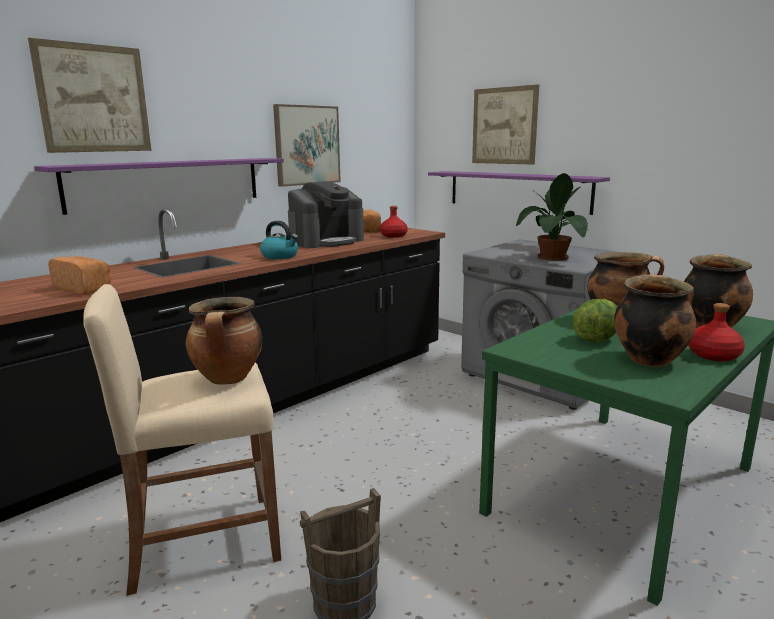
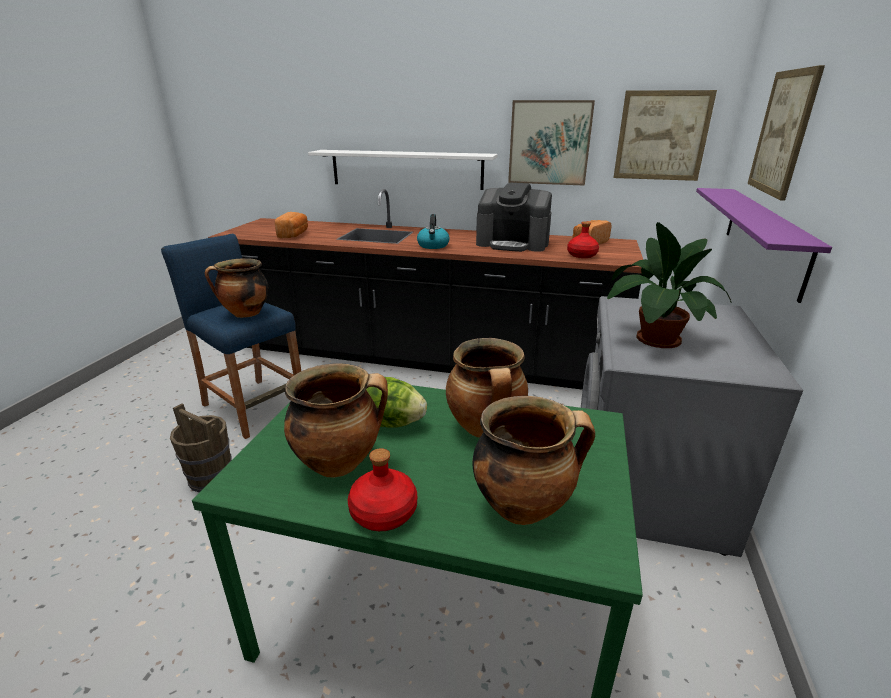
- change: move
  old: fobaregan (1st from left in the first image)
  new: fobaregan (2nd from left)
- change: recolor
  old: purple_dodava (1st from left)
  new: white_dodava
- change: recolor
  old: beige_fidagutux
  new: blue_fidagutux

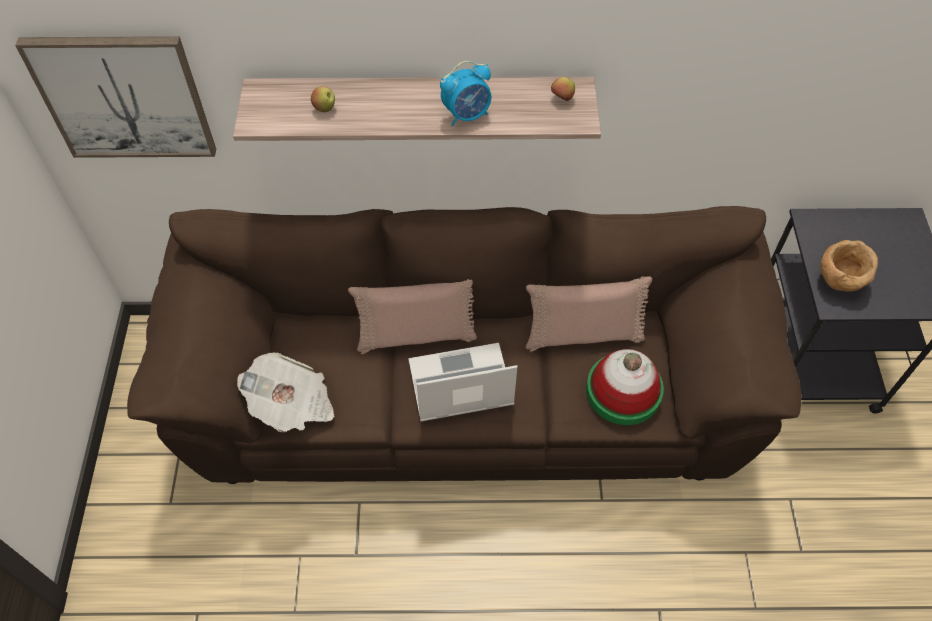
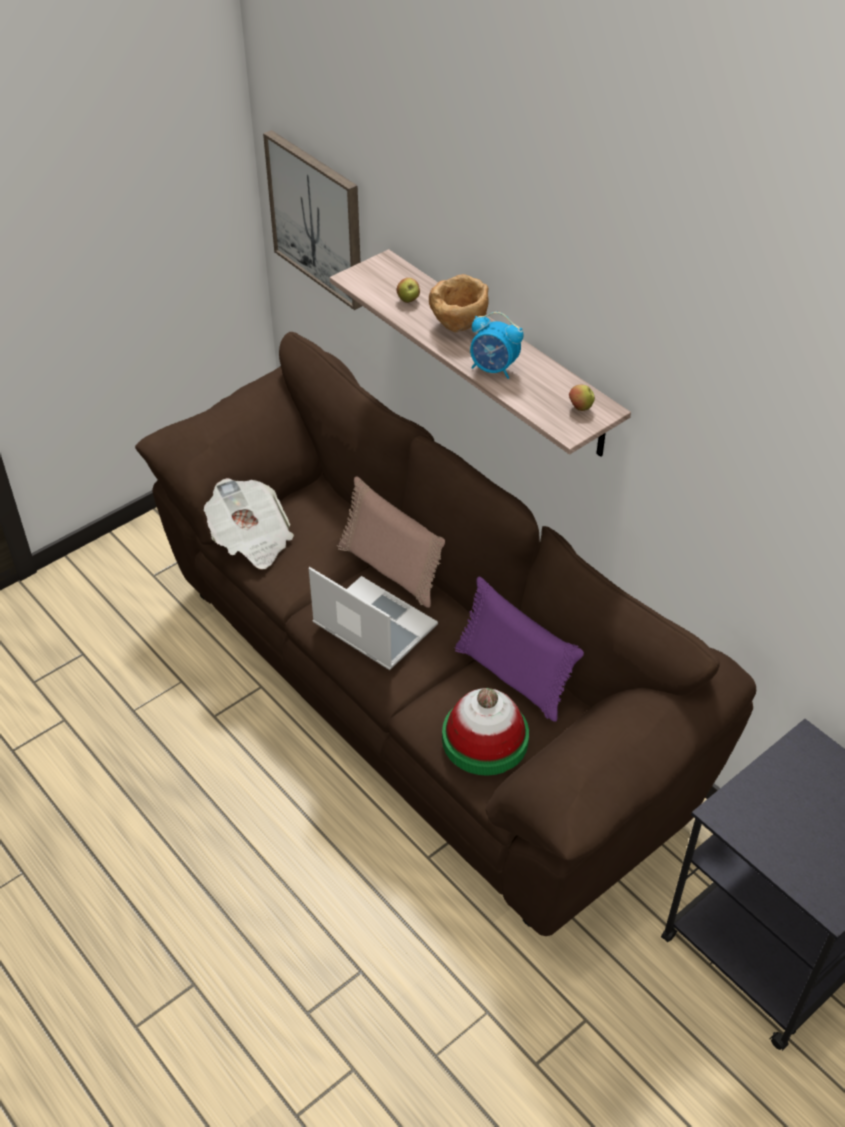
- change: recolor
  old: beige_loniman (2nd from left)
  new: purple_loniman
- change: move
  old: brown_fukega

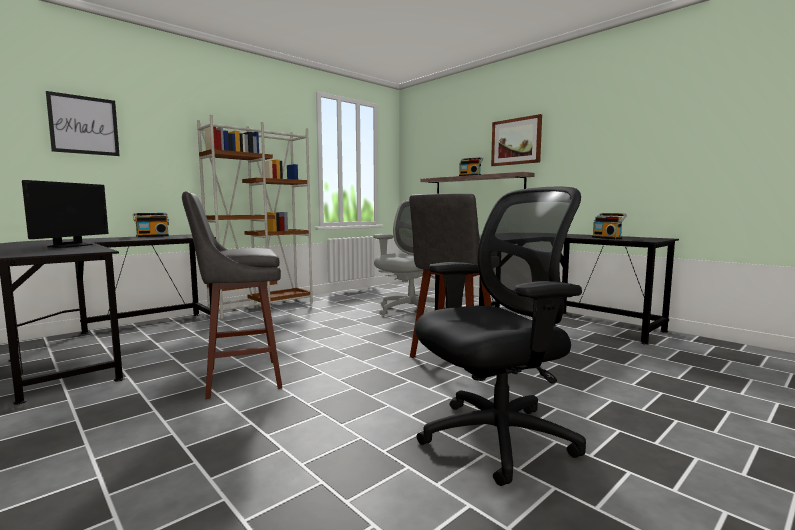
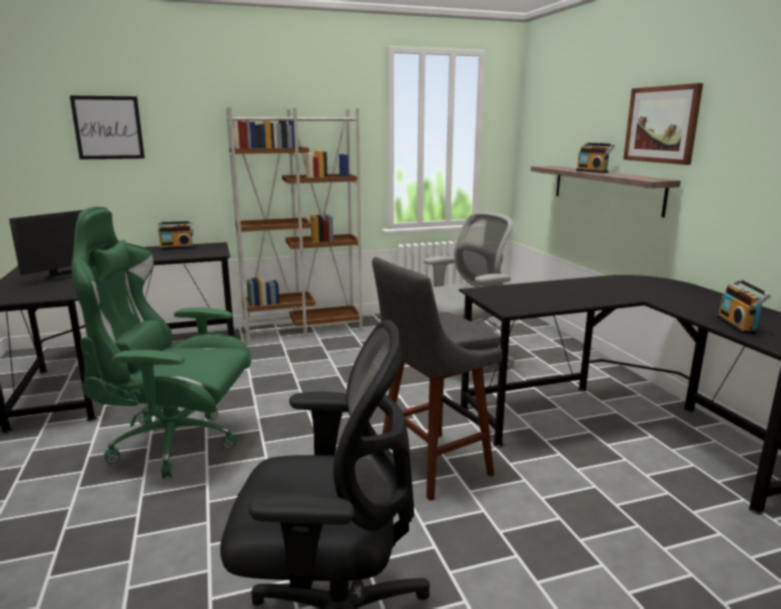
- change: replace
  old: grey_fidagutux (1st from left)
  new: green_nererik

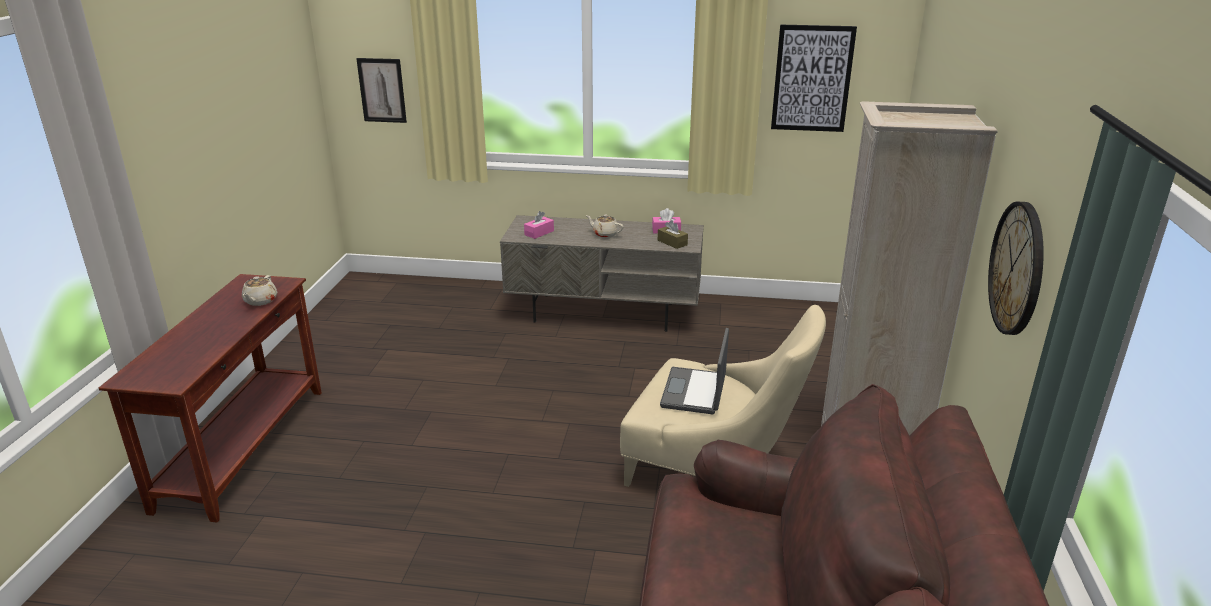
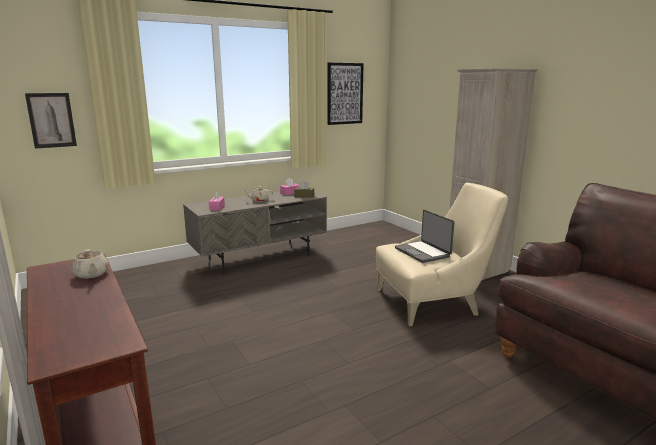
- change: delete
  old: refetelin

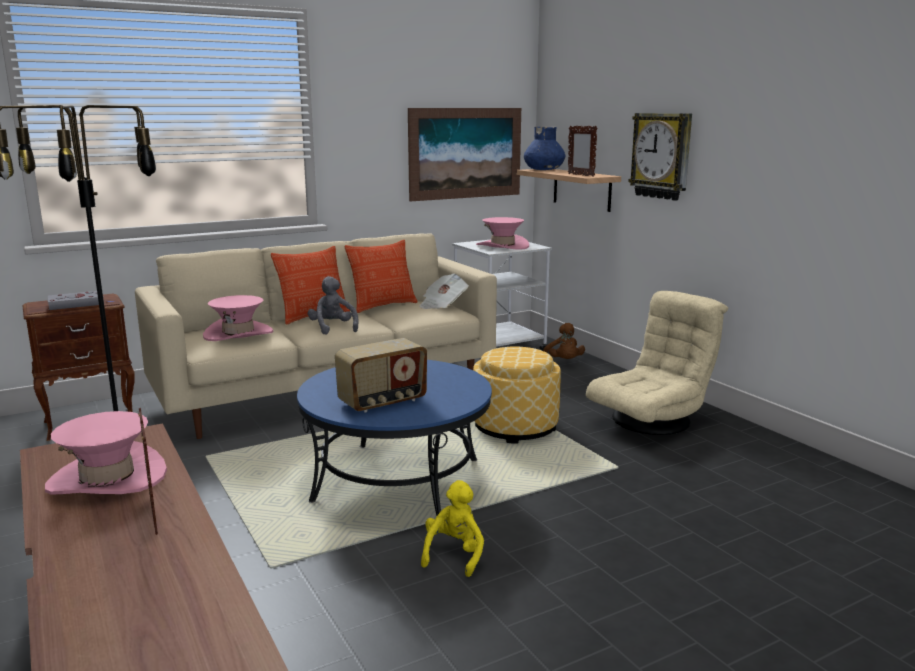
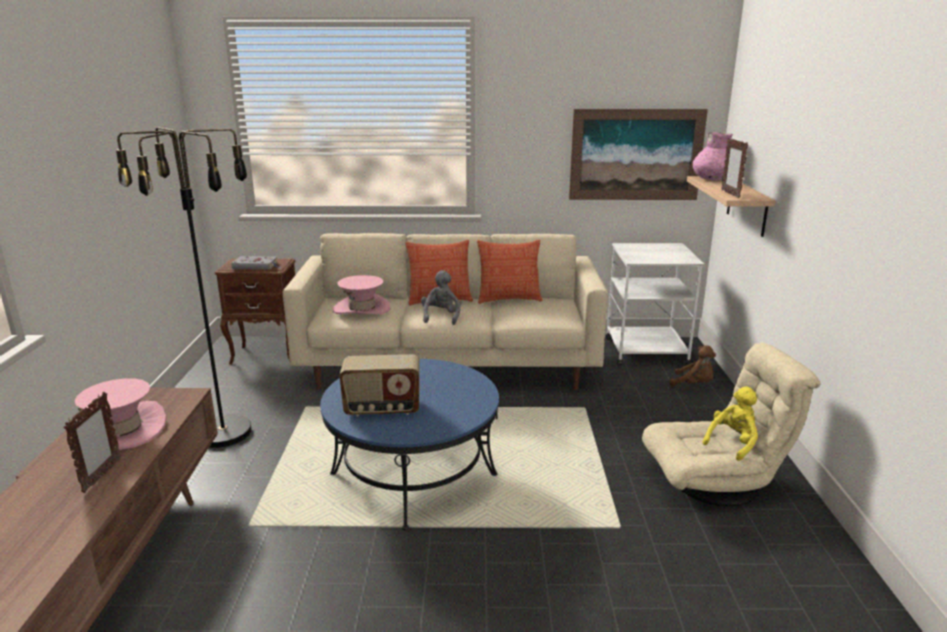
- change: delete
  old: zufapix
- change: move
  old: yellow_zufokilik
- change: delete
  old: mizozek
- change: delete
  old: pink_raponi (3rd from left)
- change: recolor
  old: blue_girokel
  new: pink_girokel
- change: rotate
  old: brown_zufokilik
  degrees: -75
- change: delete
  old: refetelin

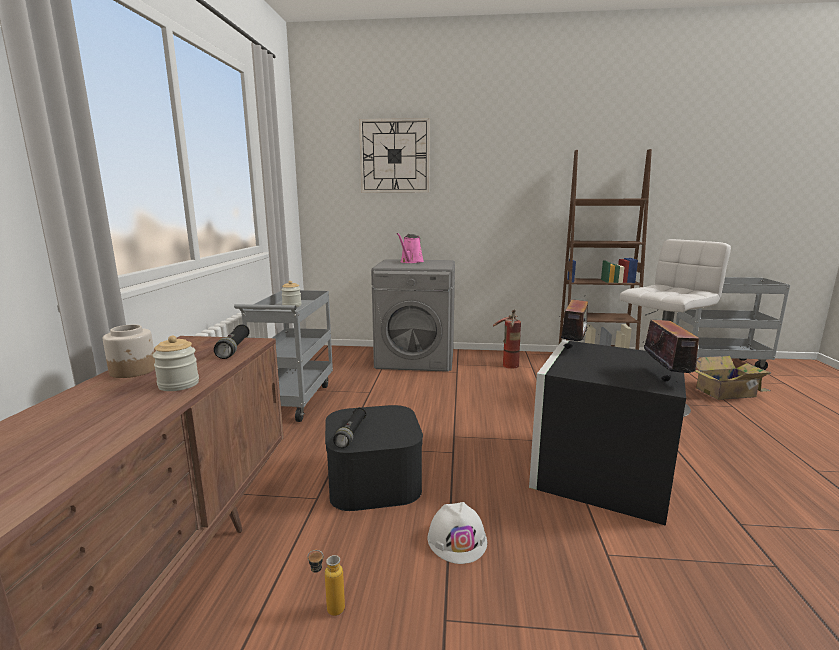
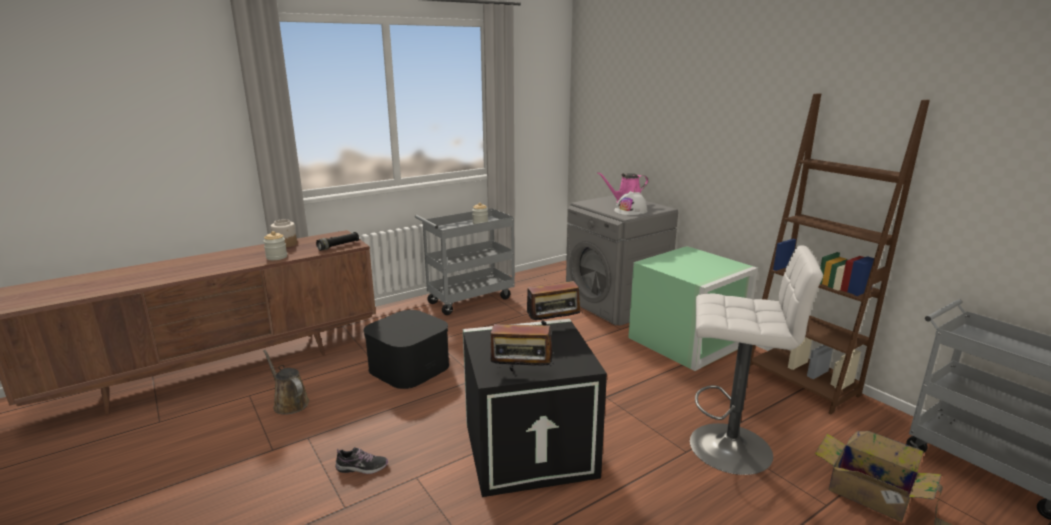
- change: replace
  old: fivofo
  new: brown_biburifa
- change: delete
  old: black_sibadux (2nd from left)
- change: delete
  old: refetelin
- change: move
  old: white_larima
- change: replace
  old: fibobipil
  new: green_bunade
- change: rotate
  old: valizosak (2nd from left in the first image)
  degrees: 45
- change: insert
  new: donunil

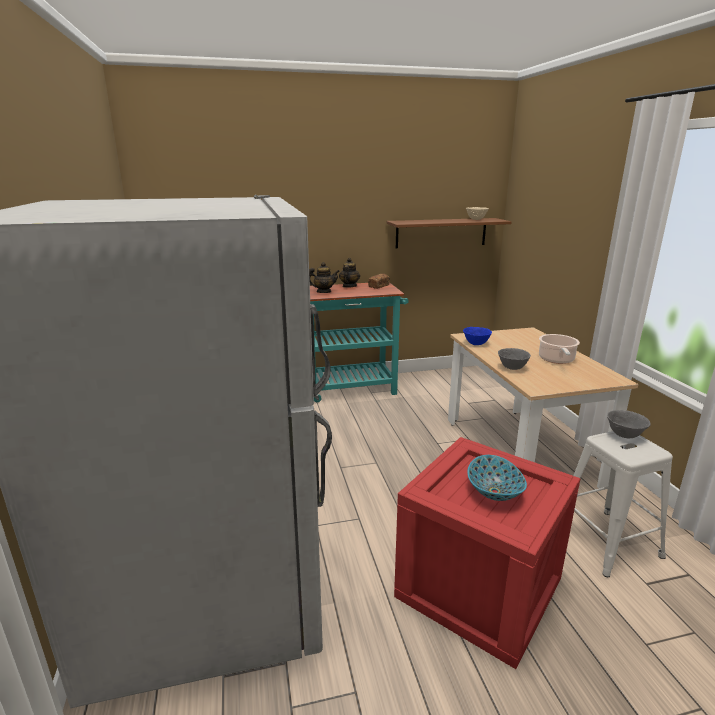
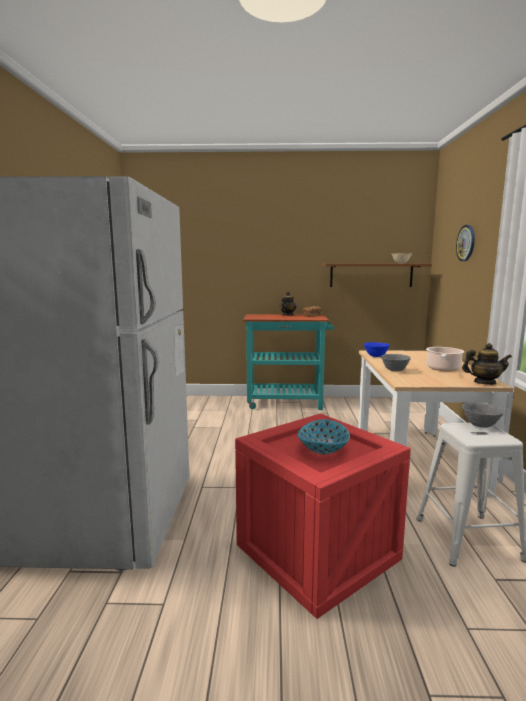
- change: move
  old: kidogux (1st from left in the first image)
  new: kidogux (2nd from left)
- change: insert
  new: refetelin

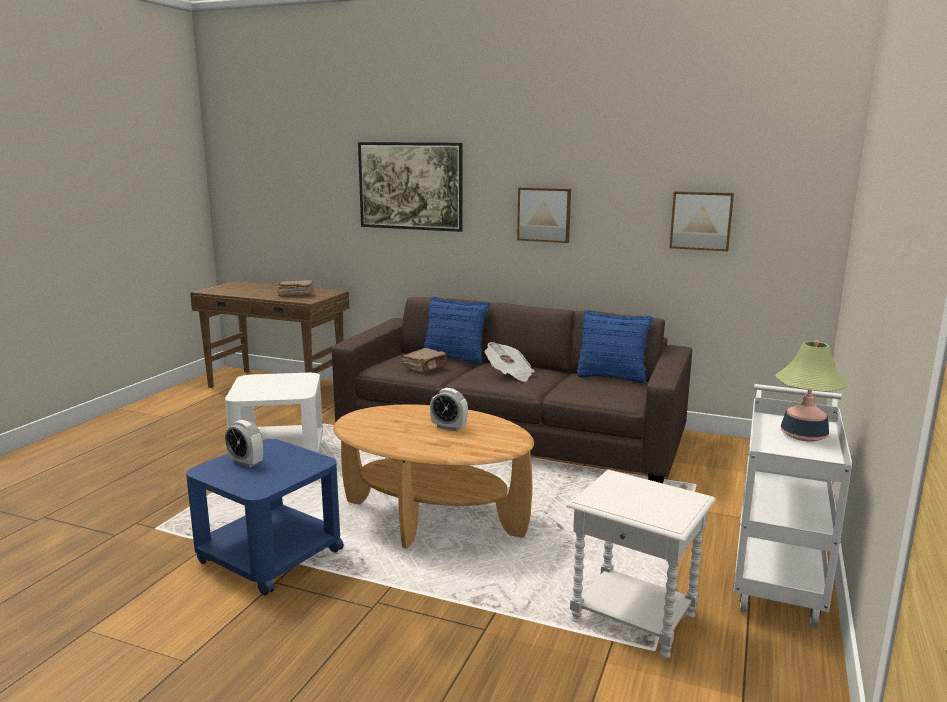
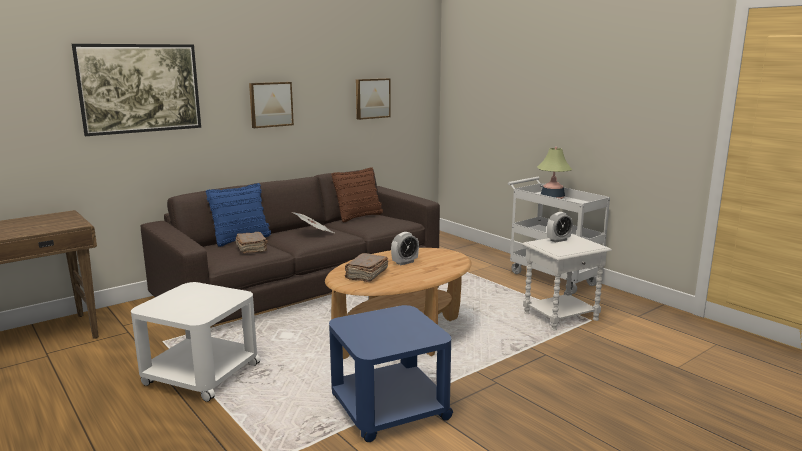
- change: move
  old: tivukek (1st from left in the first image)
  new: tivukek (2nd from left)
- change: move
  old: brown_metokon (1st from left in the first image)
  new: brown_metokon (2nd from left)
- change: recolor
  old: blue_loniman (2nd from left)
  new: brown_loniman

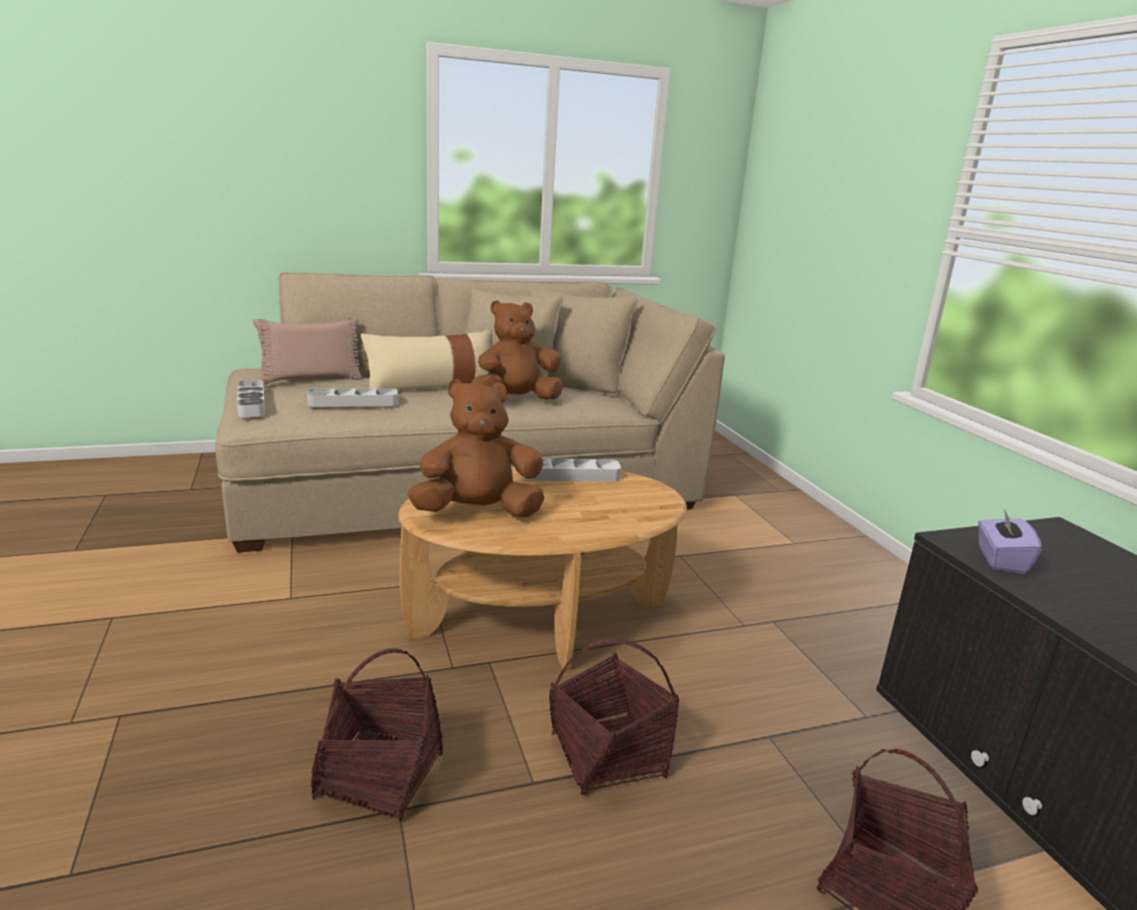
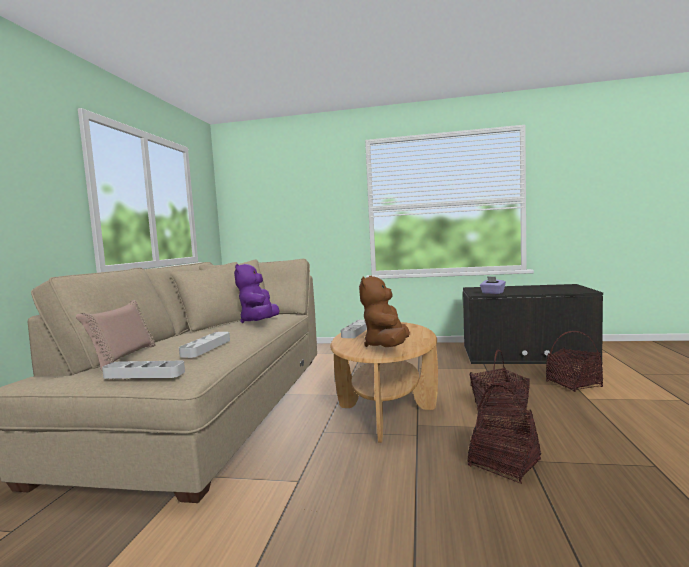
- change: delete
  old: beige_loniman (2nd from left)
- change: recolor
  old: brown_zufokilik (2nd from left)
  new: purple_zufokilik

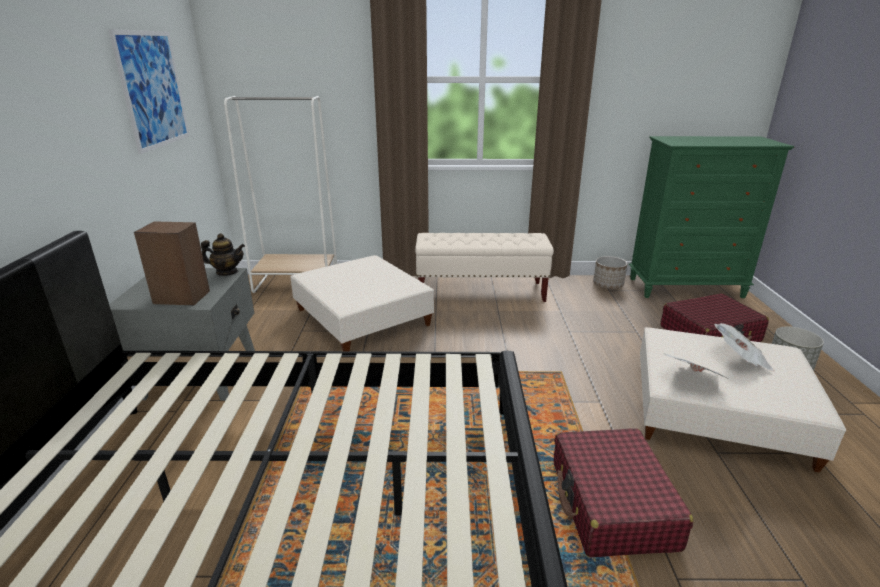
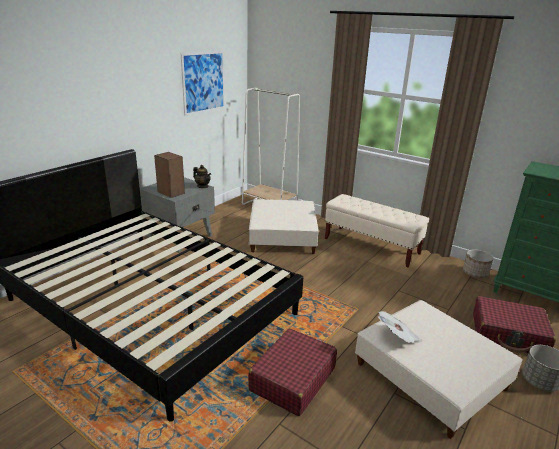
- change: delete
  old: zufapix (2nd from left)

